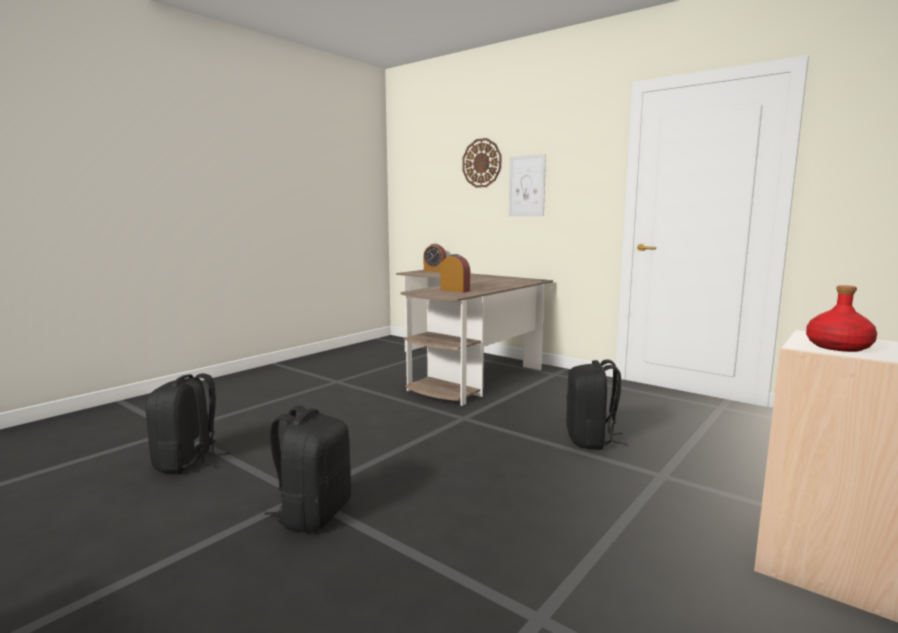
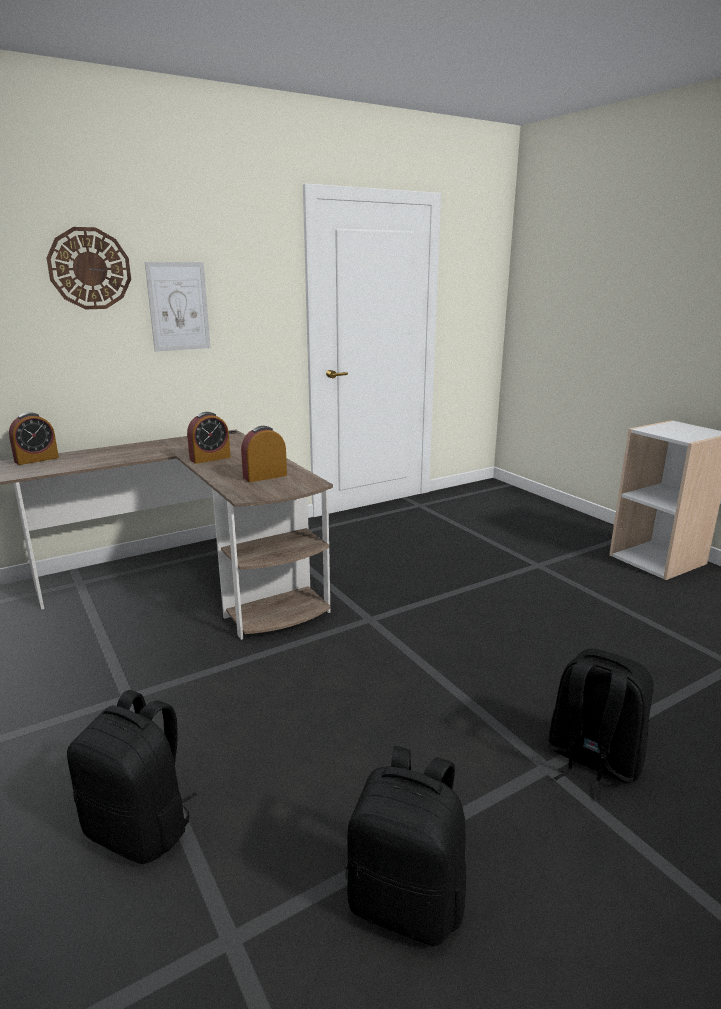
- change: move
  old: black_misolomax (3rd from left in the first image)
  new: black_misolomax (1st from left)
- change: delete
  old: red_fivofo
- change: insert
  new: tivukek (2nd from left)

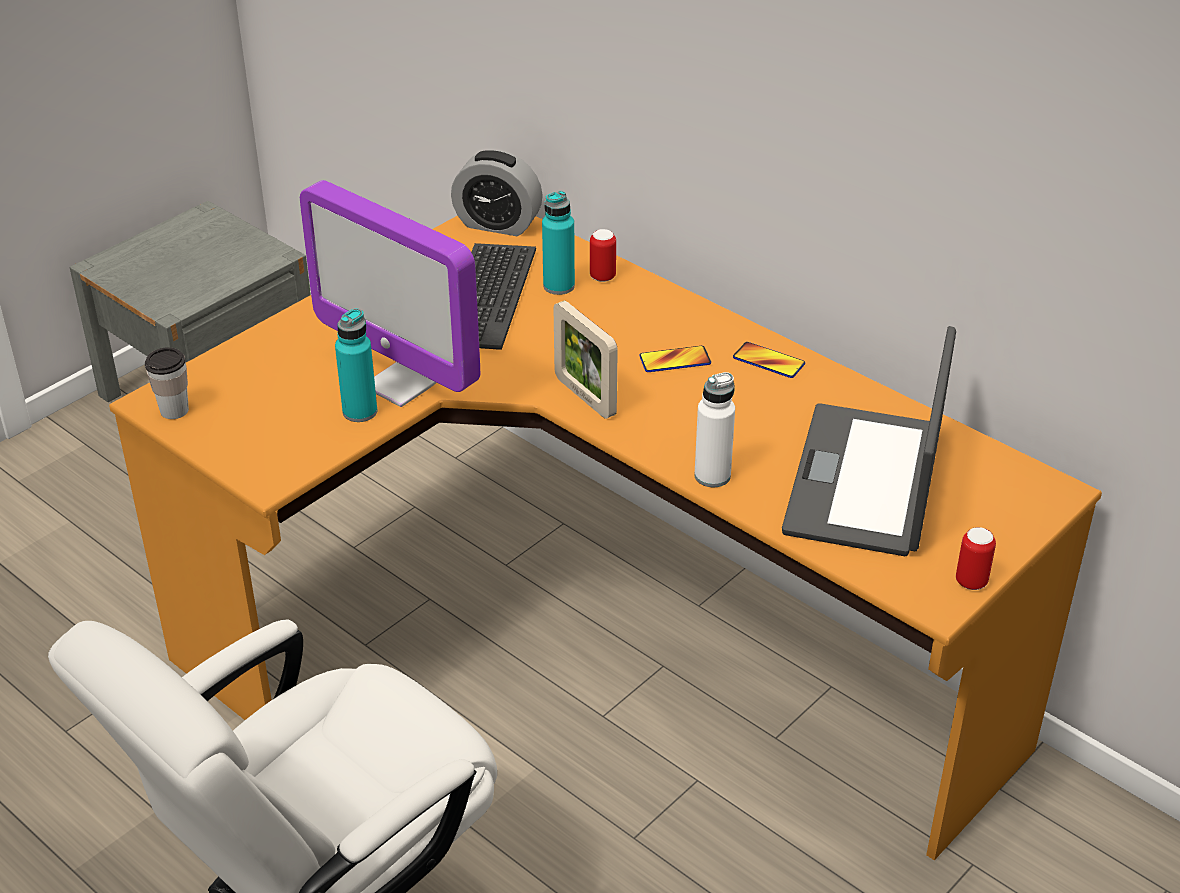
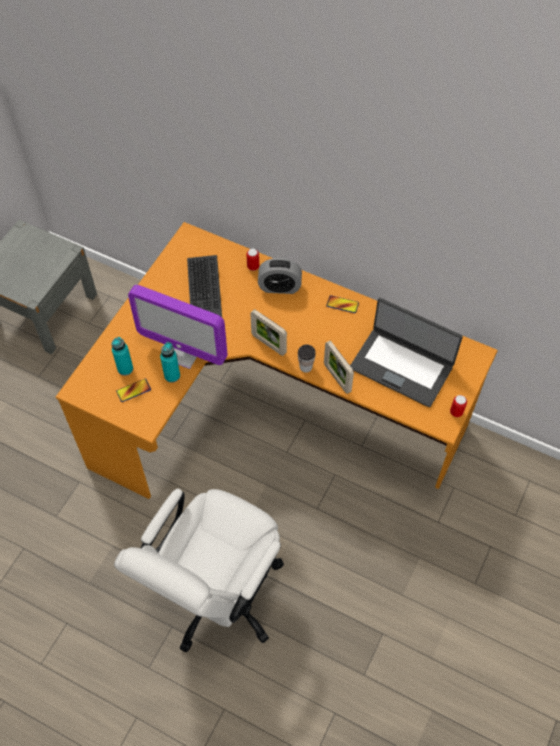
- change: move
  old: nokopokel
- change: move
  old: tivukek
- change: move
  old: turquoise_fivofo (2nd from left in the first image)
  new: turquoise_fivofo (1st from left)
- change: move
  old: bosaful (1st from left)
- change: replace
  old: white_fivofo
  new: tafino (2nd from left)
- change: rotate
  old: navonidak
  degrees: -60

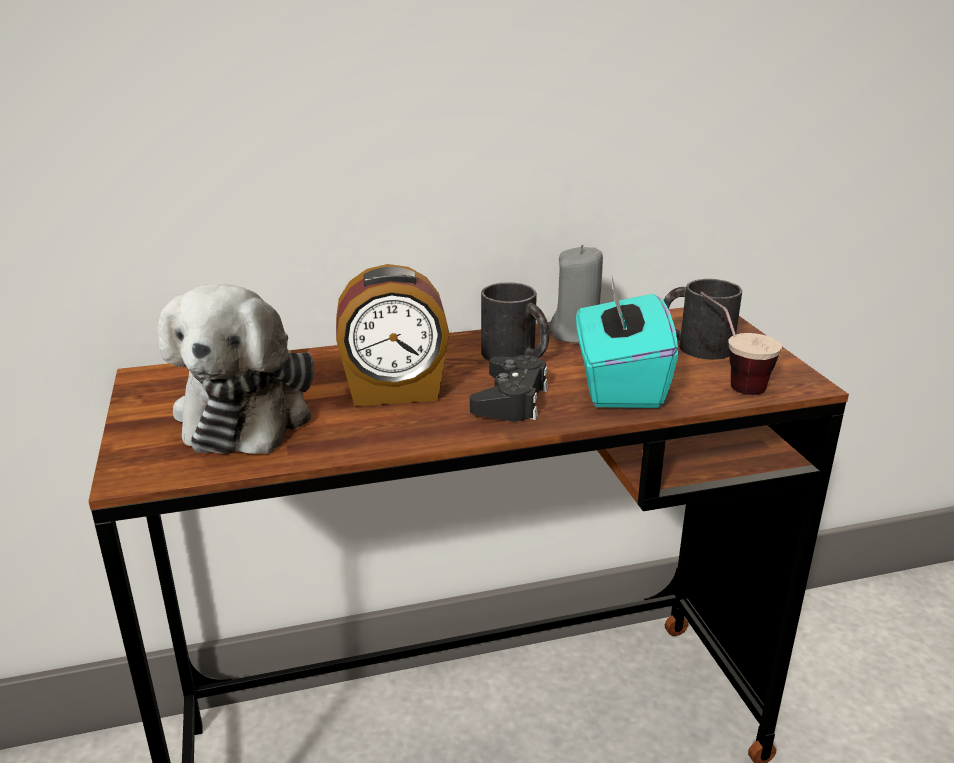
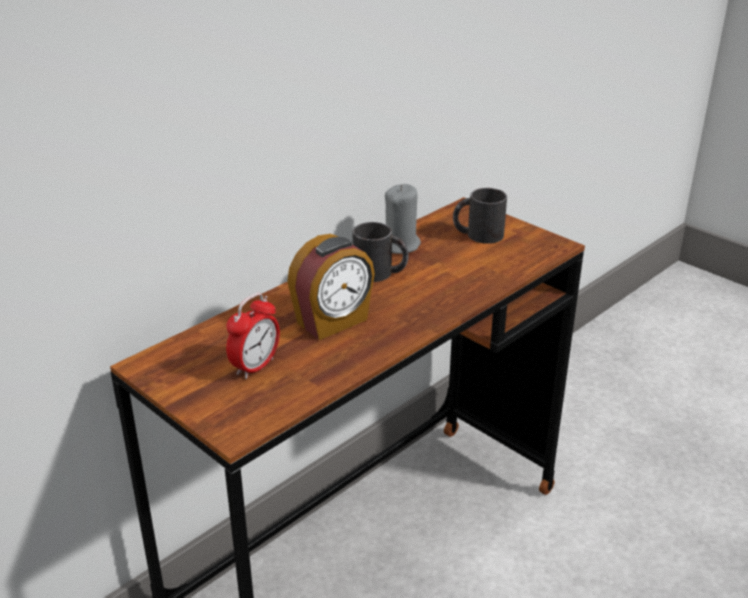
- change: replace
  old: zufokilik
  new: tivukek (1st from left)
- change: delete
  old: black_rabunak
- change: delete
  old: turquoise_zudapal
- change: delete
  old: nokopokel

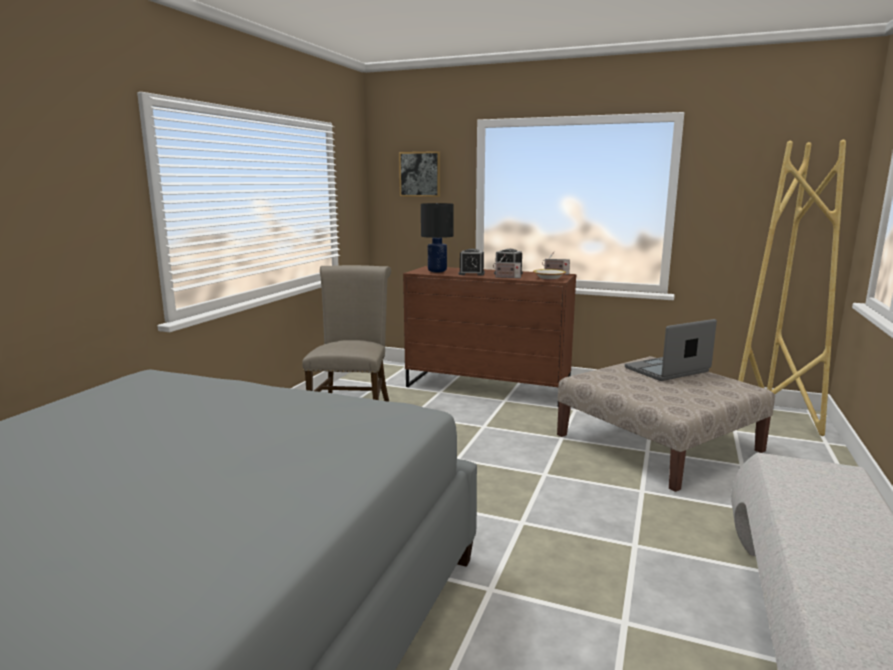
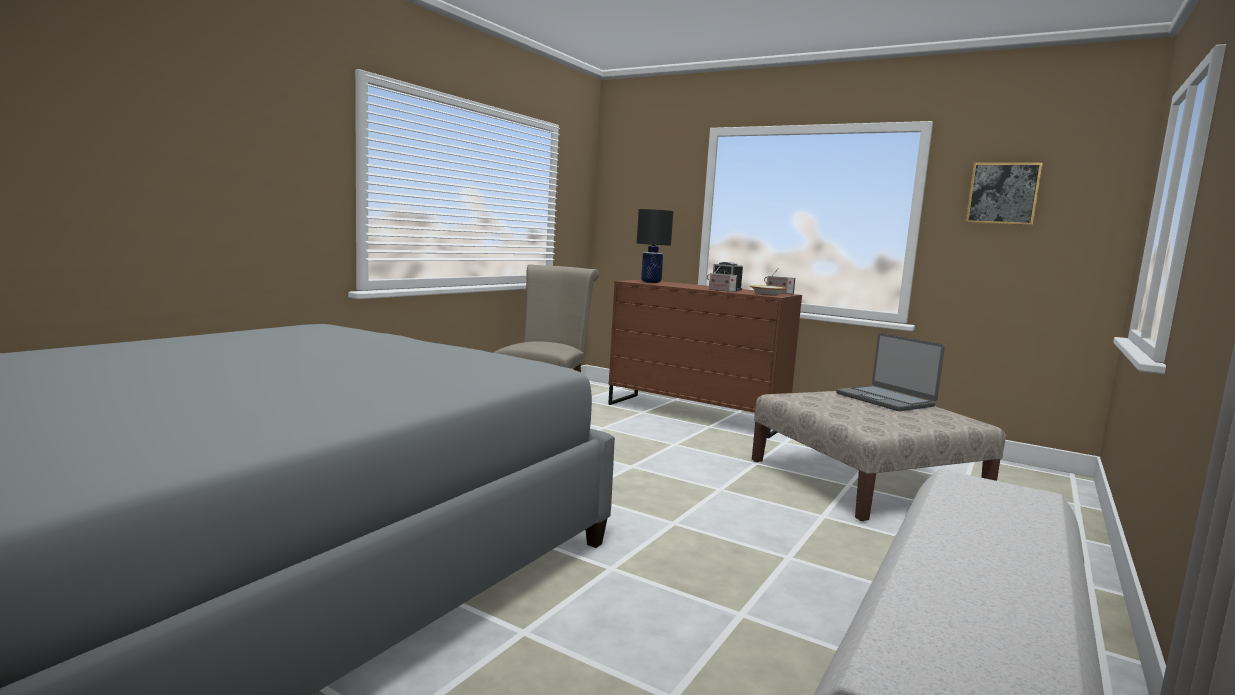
- change: move
  old: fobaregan
- change: delete
  old: tivukek (1st from left)
- change: rotate
  old: navonidak
  degrees: -105
- change: delete
  old: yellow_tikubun

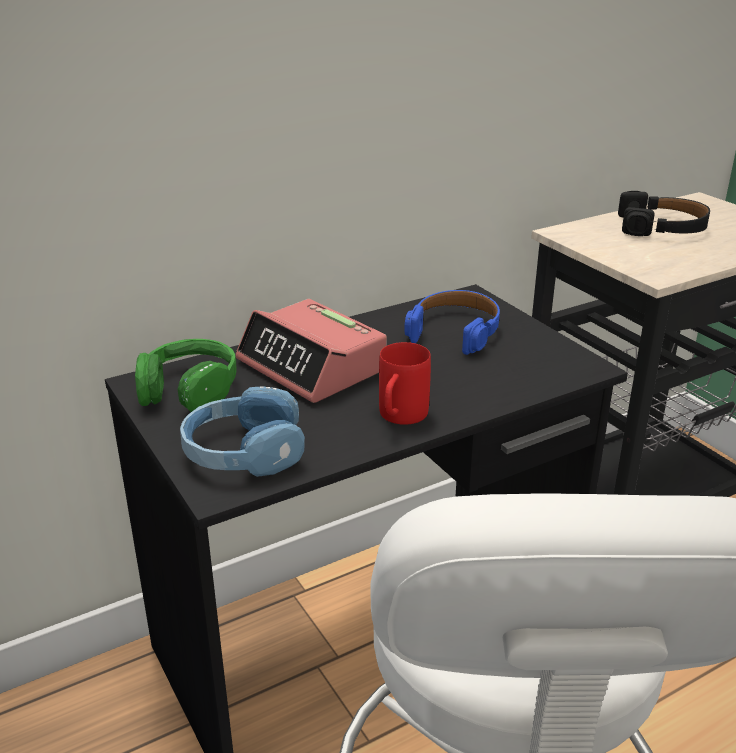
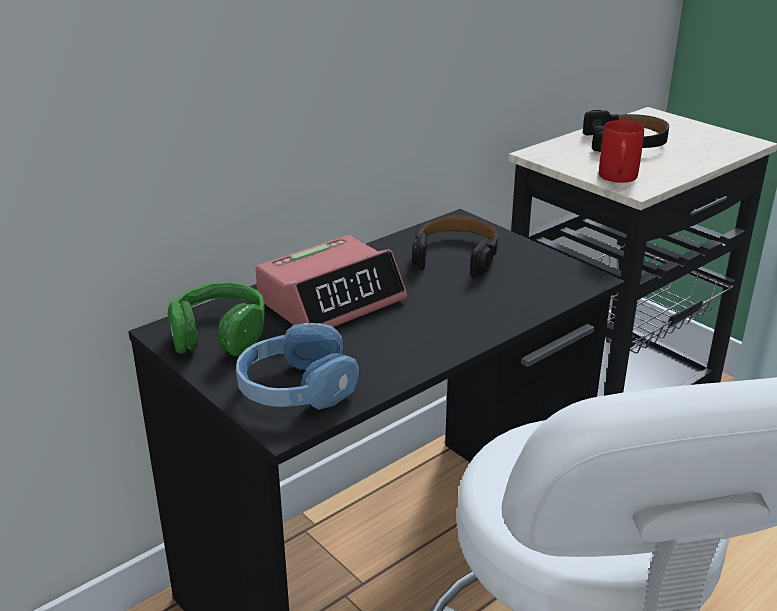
- change: rotate
  old: tivukek
  degrees: -75
- change: move
  old: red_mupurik
- change: recolor
  old: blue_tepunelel (2nd from left)
  new: black_tepunelel (1st from left)

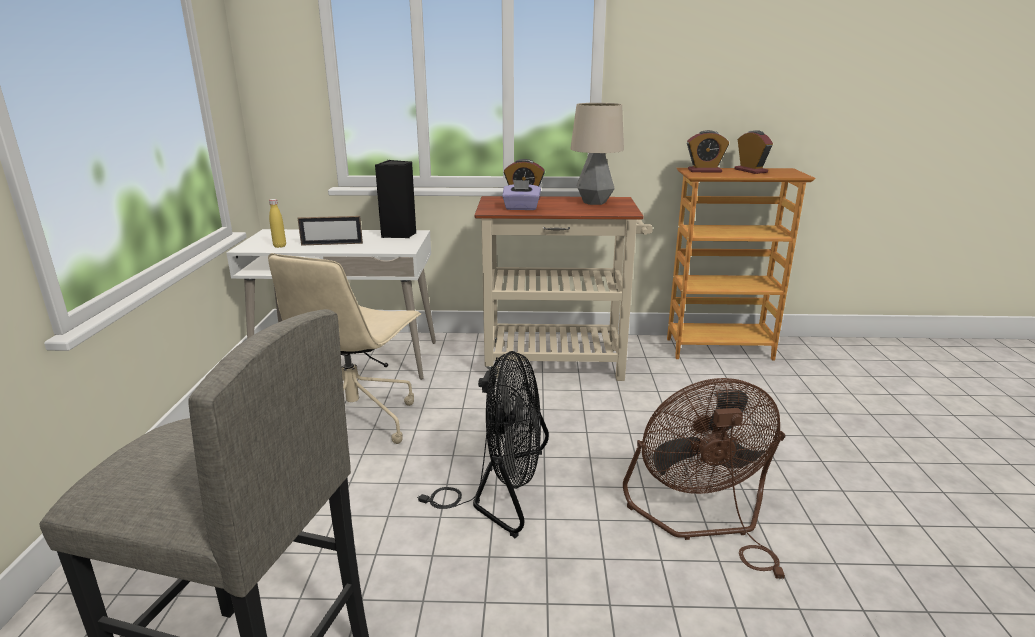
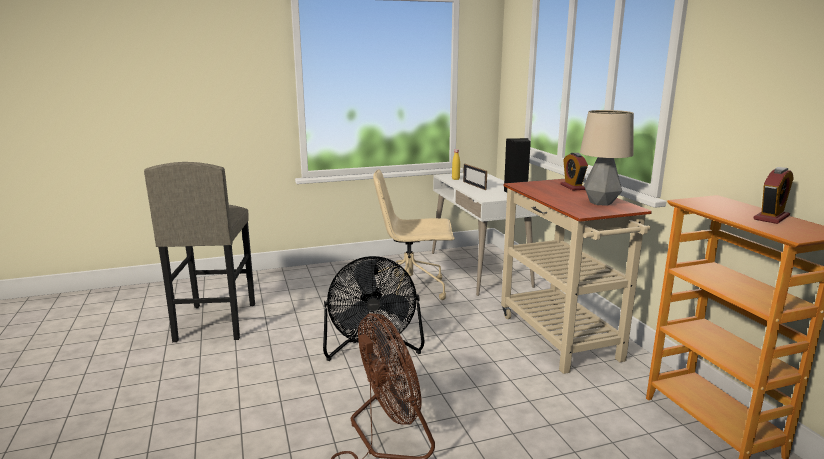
- change: delete
  old: purple_zudapal
- change: delete
  old: tivukek (2nd from left)

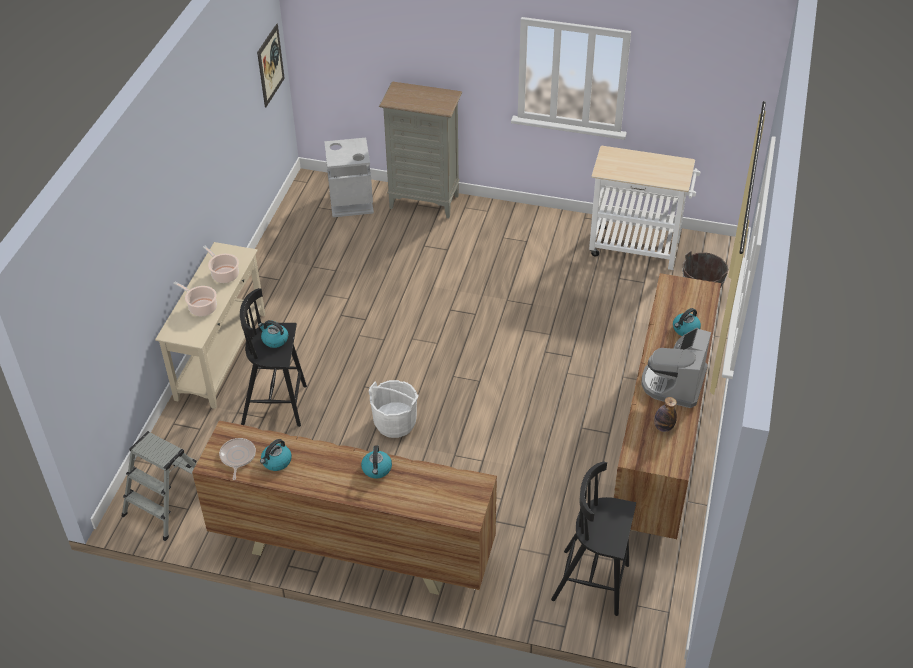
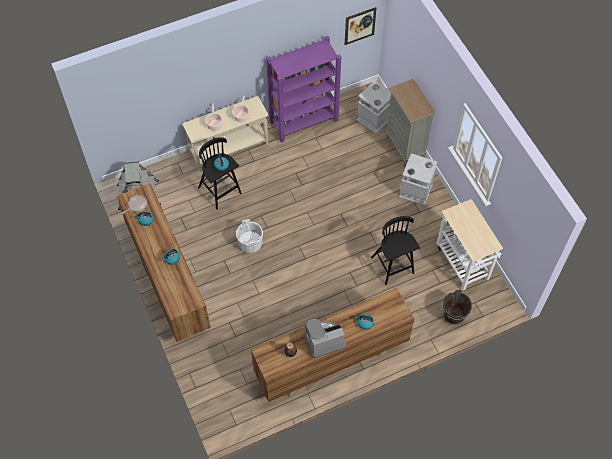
- change: move
  old: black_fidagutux (2nd from left)
- change: insert
  new: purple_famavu
- change: insert
  new: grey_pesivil (2nd from left)

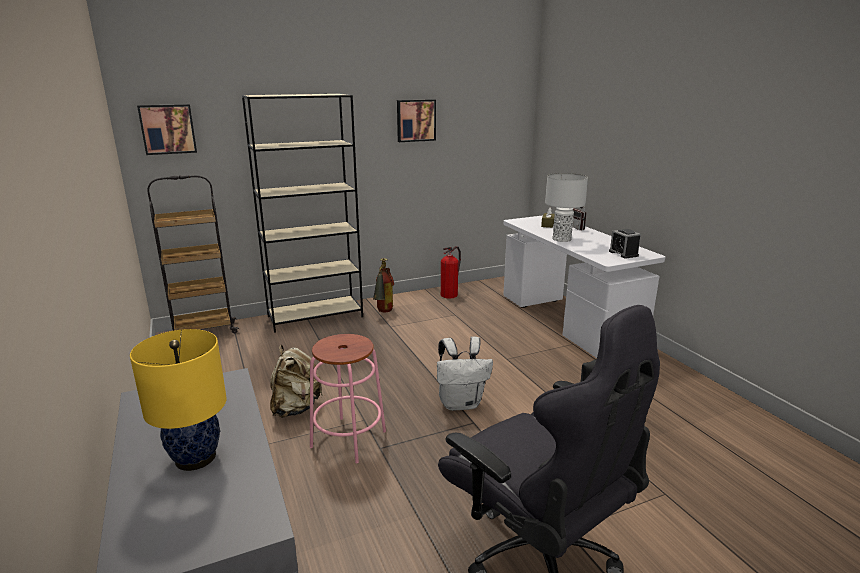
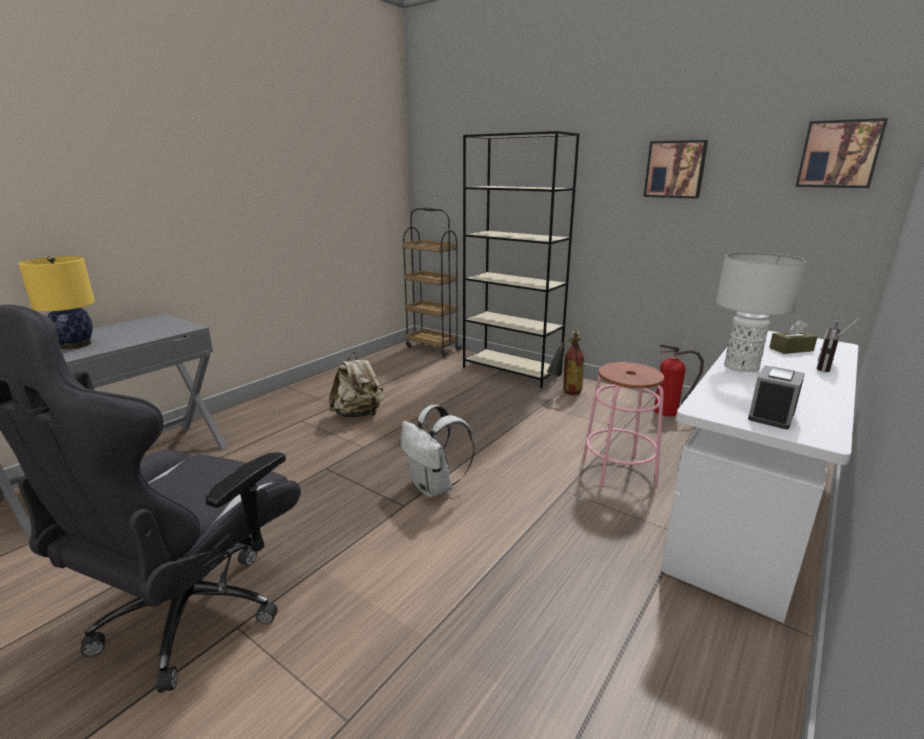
- change: move
  old: fobaregan (1st from left in the first image)
  new: fobaregan (2nd from left)
- change: move
  old: pink_fidagutux

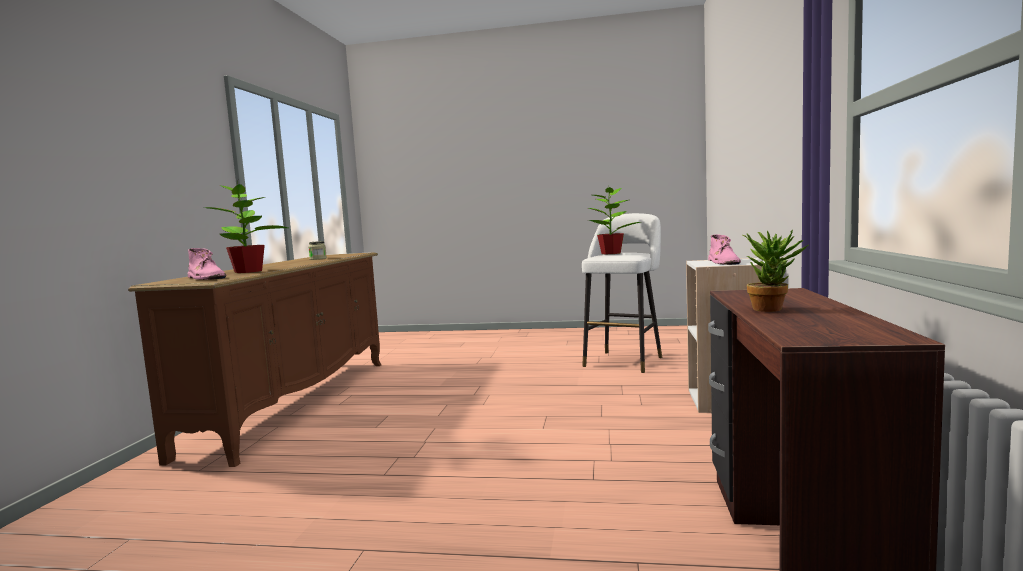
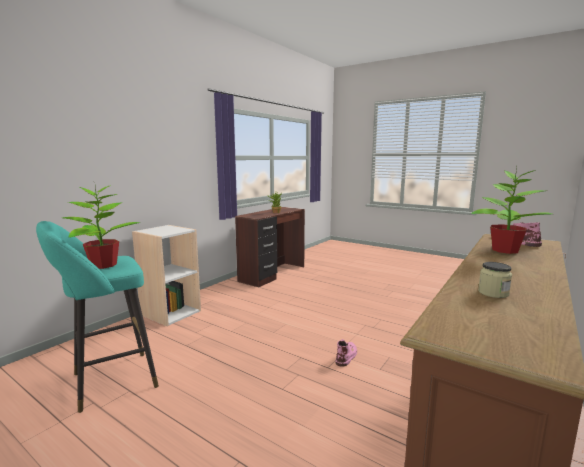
- change: recolor
  old: white_fidagutux
  new: turquoise_fidagutux
- change: move
  old: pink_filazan (2nd from left in the first image)
  new: pink_filazan (1st from left)

